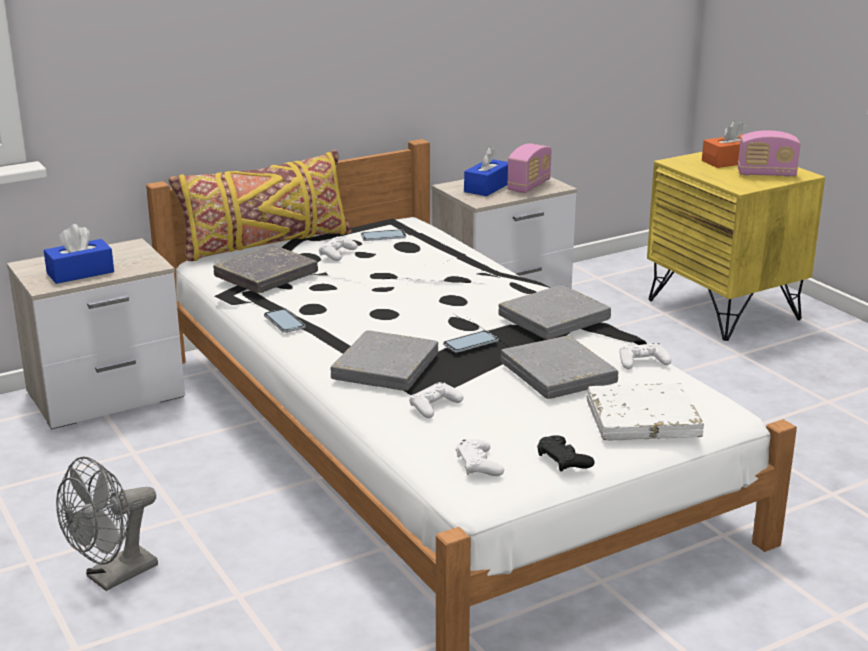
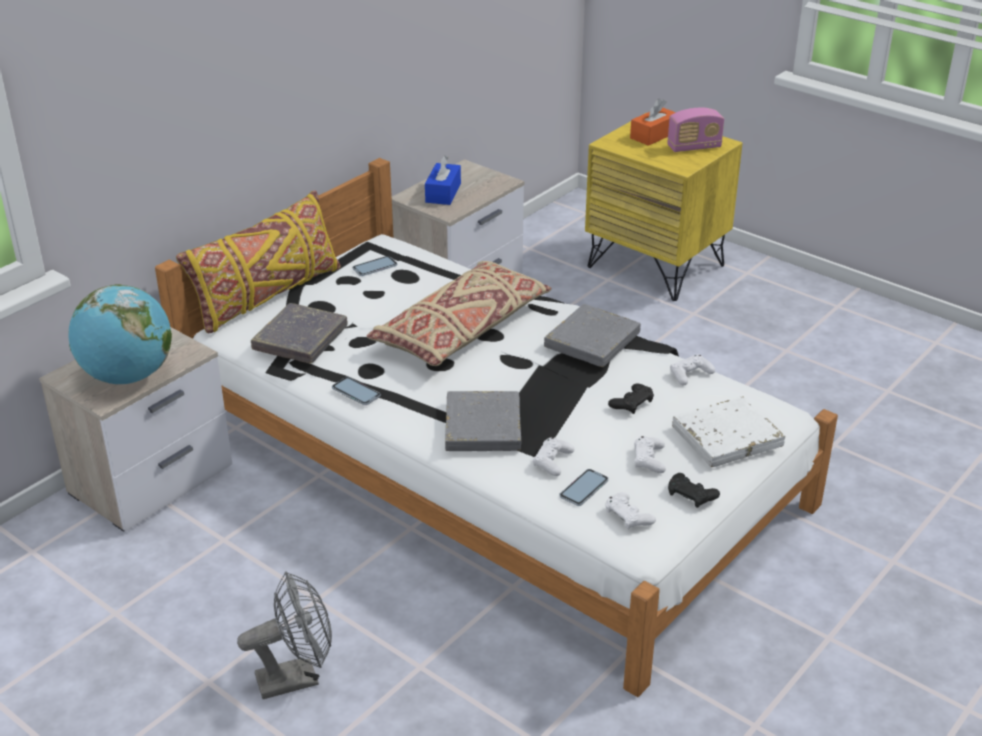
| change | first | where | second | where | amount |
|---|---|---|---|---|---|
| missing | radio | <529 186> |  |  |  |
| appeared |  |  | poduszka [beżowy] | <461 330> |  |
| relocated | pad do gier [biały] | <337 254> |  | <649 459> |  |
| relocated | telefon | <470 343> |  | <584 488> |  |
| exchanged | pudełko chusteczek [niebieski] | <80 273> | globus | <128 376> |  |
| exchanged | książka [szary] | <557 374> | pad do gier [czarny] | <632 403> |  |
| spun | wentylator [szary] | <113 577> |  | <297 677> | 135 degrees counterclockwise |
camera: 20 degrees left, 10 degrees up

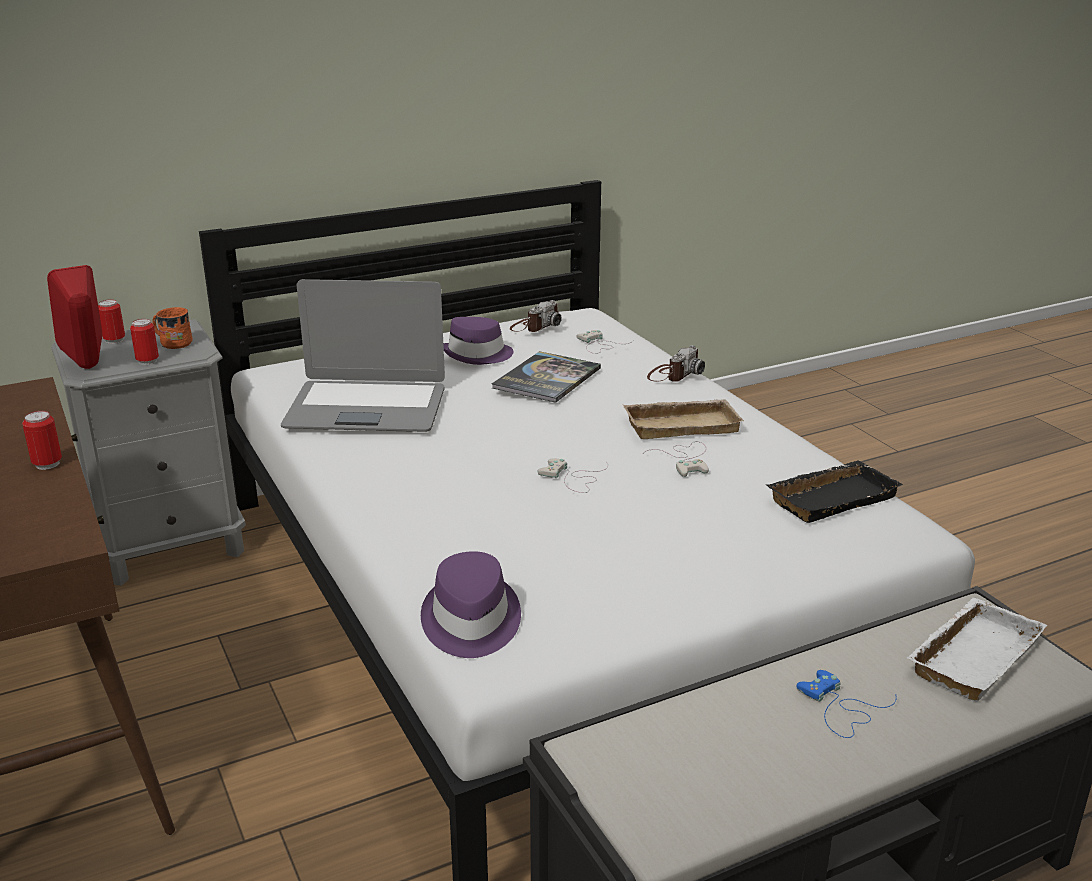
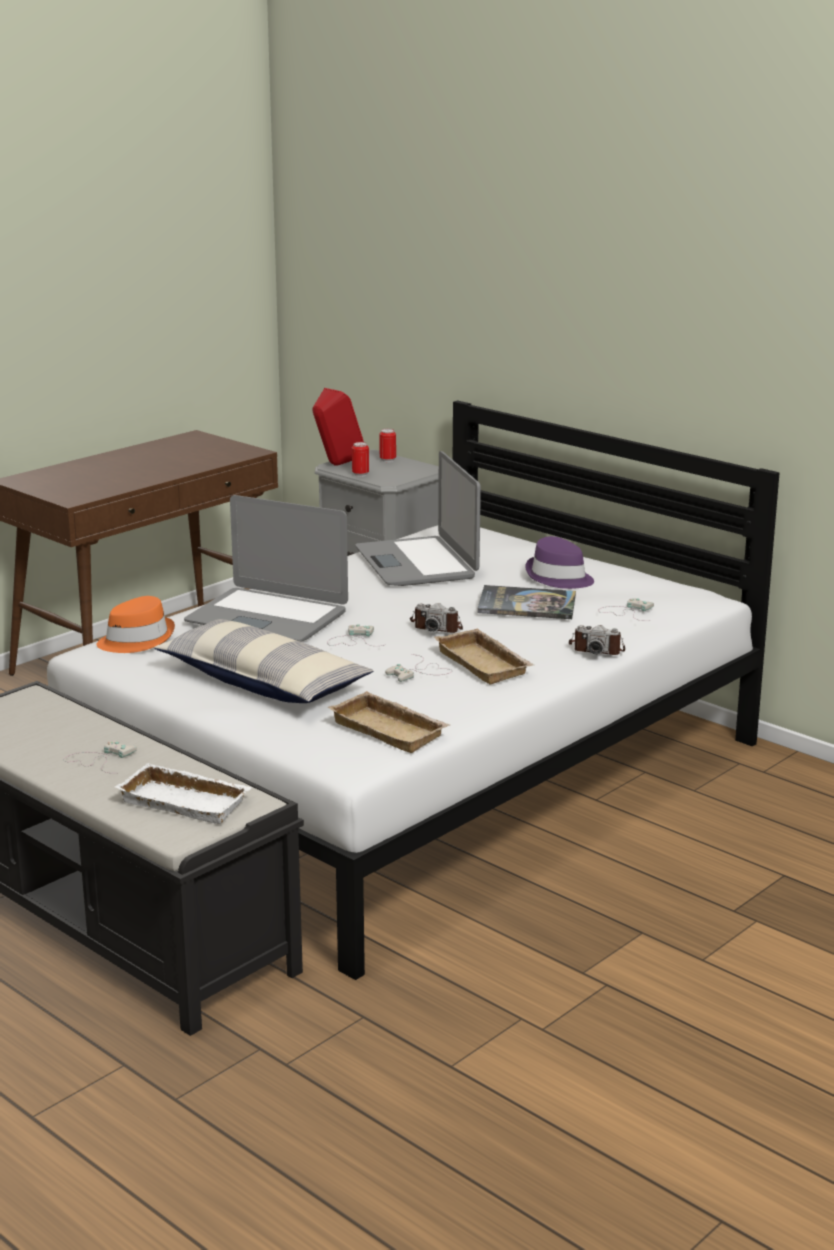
| change | first | where | second | where | amount |
|---|---|---|---|---|---|
| missing | puszka | <47 464> |  |  |  |
| missing | kubek [pomarańczowy] | <173 343> |  |  |  |
| appeared |  |  | poduszka | <263 682> |  |
| appeared |  |  | laptop | <267 617> |  |
| relocated | aparat fotograficzny | <535 326> |  | <437 627> |  |
| colour | kapelusz [fioletowy] | <470 621> | kapelusz [pomarańczowy] | <136 640> |  |
| colour | taca [czarny] | <831 497> | taca [beżowy] | <392 729> |  |
| colour | pad do gier [niebieski] | <841 708> | pad do gier [biały] | <100 760> |  |
camera: 70 degrees right, 5 degrees down

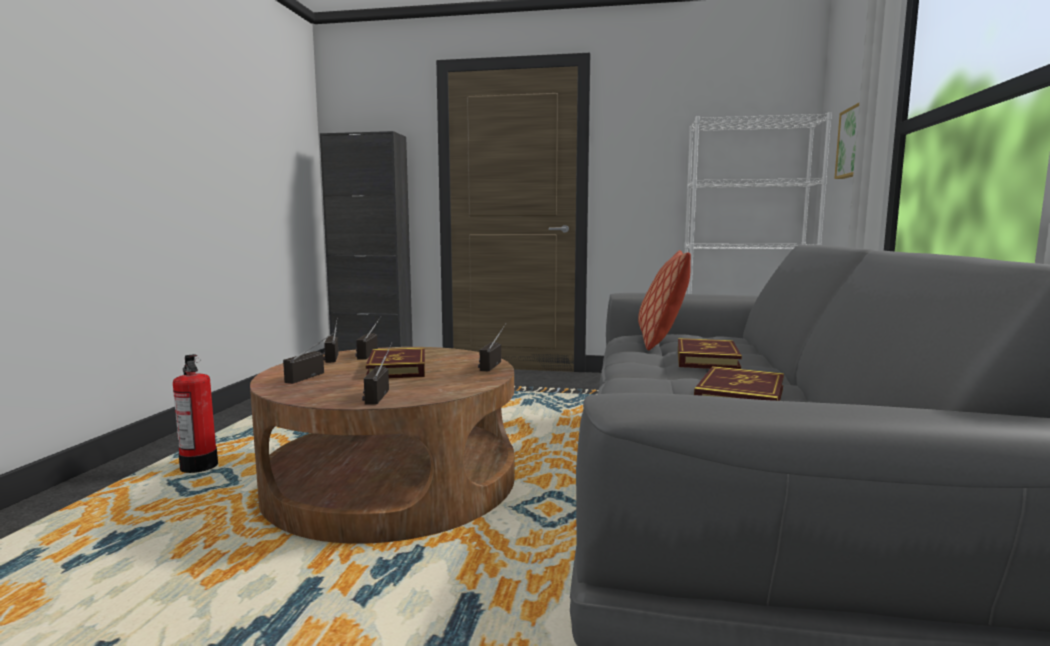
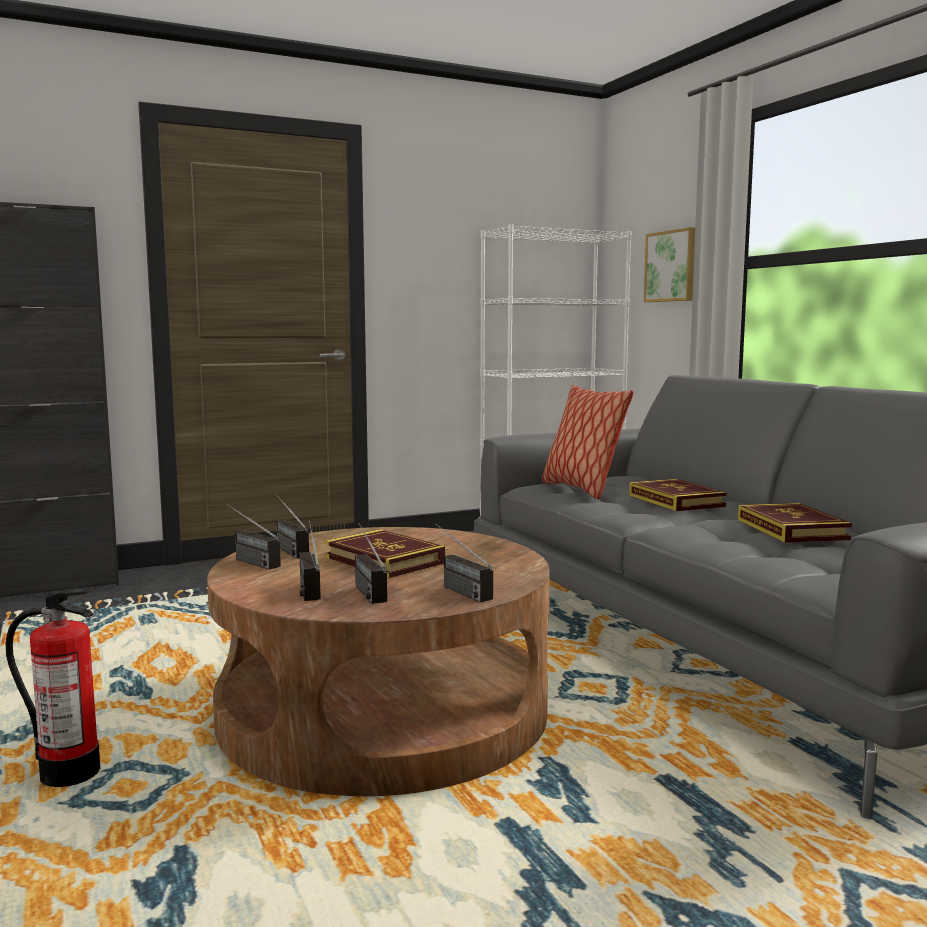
| change | first | where | second | where | amount |
|---|---|---|---|---|---|
| relocated | radio | <492 364> |  | <364 589> |  |
camera: 35 degrees left, 0 degrees up

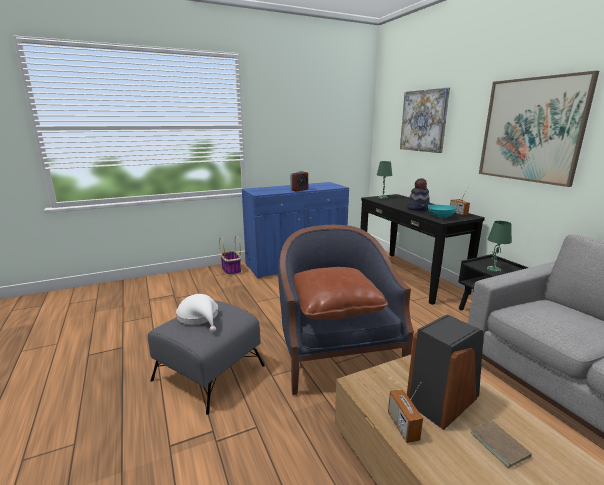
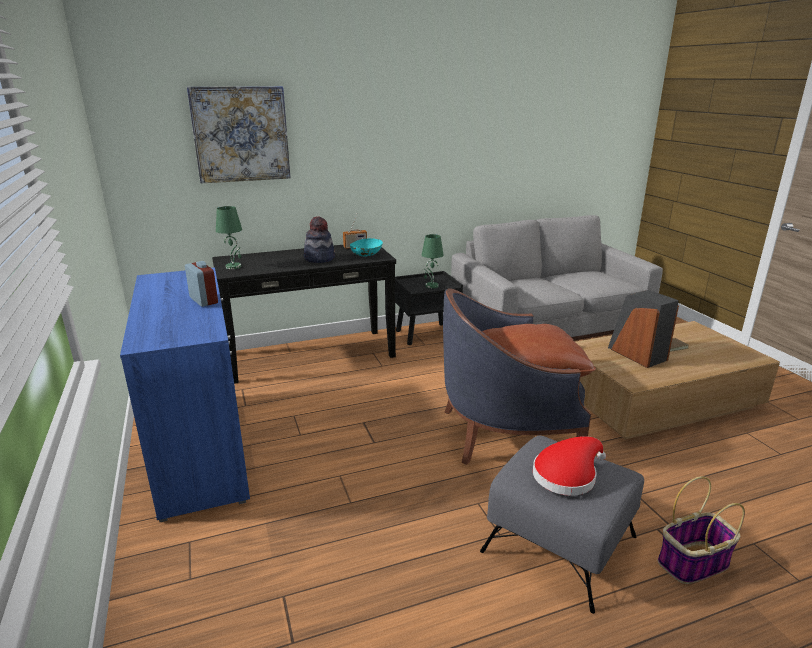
| change | first | where | second | where | amount |
|---|---|---|---|---|---|
| missing | radio | <403 426> |  |  |  |
| missing | obraz | <531 130> |  |  |  |
| relocated | koszyk | <231 269> |  | <692 563> |  |
| colour | kapelusz [biały] | <199 317> | kapelusz [czerwony] | <567 475> |  |
camera: 85 degrees left, 5 degrees up

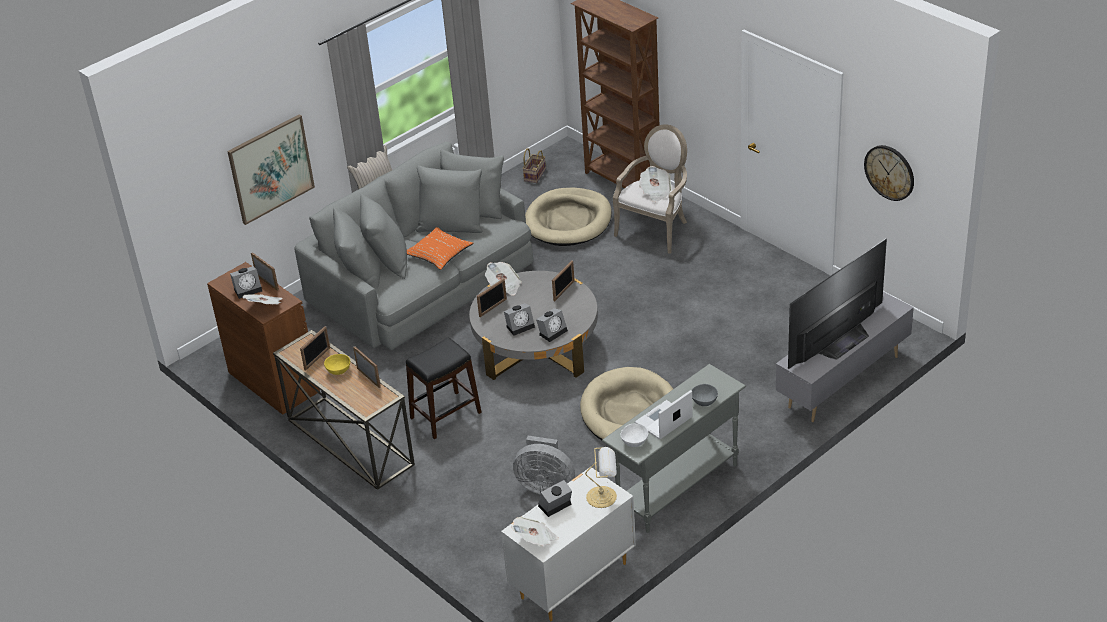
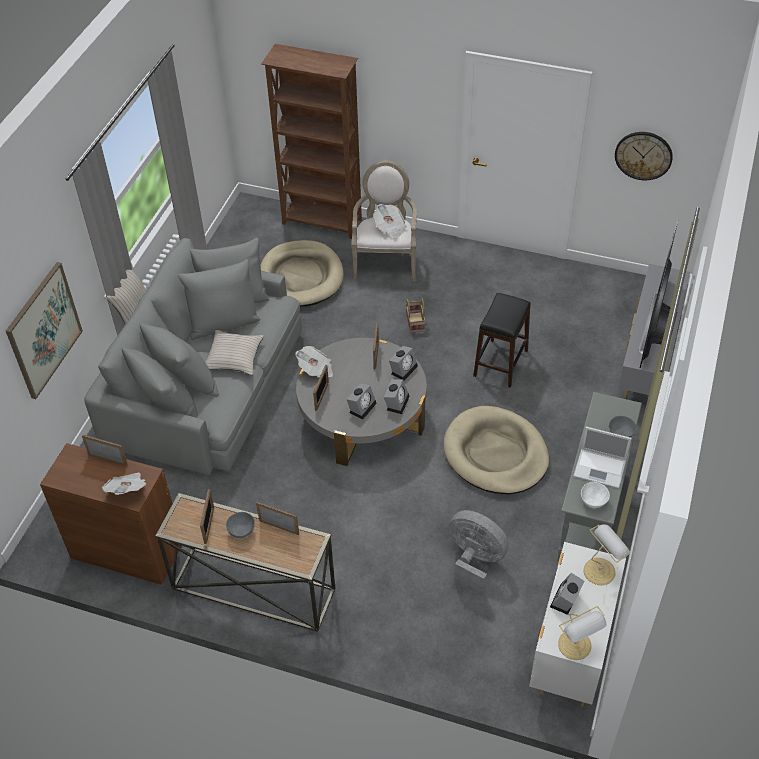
| change | first | where | second | where | amount |
|---|---|---|---|---|---|
| relocated | budzik | <248 289> |  | <403 368> |  |
| relocated | stołek [czarny] | <446 415> |  | <501 363> |  |
| relocated | koszyk | <534 174> |  | <414 322> |  |
| exchanged | gazeta | <536 540> | lampa stołowa | <576 646> |  |
| colour | miska [żółty] | <338 371> | miska [szary] | <241 531> |  |
| colour | poduszka [pomarańczowy] | <439 254> | poduszka [beżowy] | <234 357> |  |
| spun | wentylator [szary] | <545 486> |  | <475 561> | 135 degrees counterclockwise |
| spun | laptop | <663 421> |  | <601 468> | 90 degrees counterclockwise |
camera: 30 degrees left, 10 degrees up

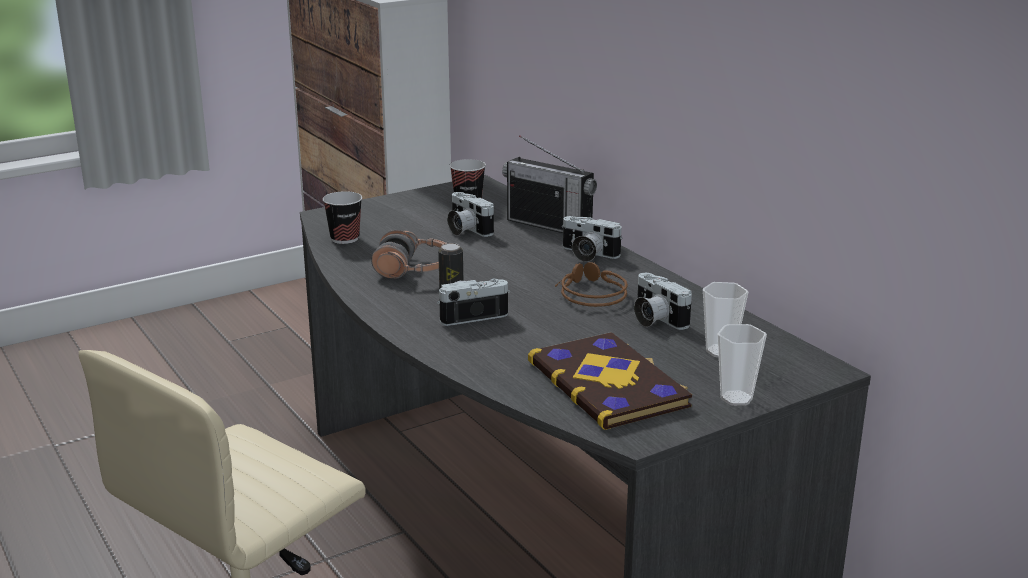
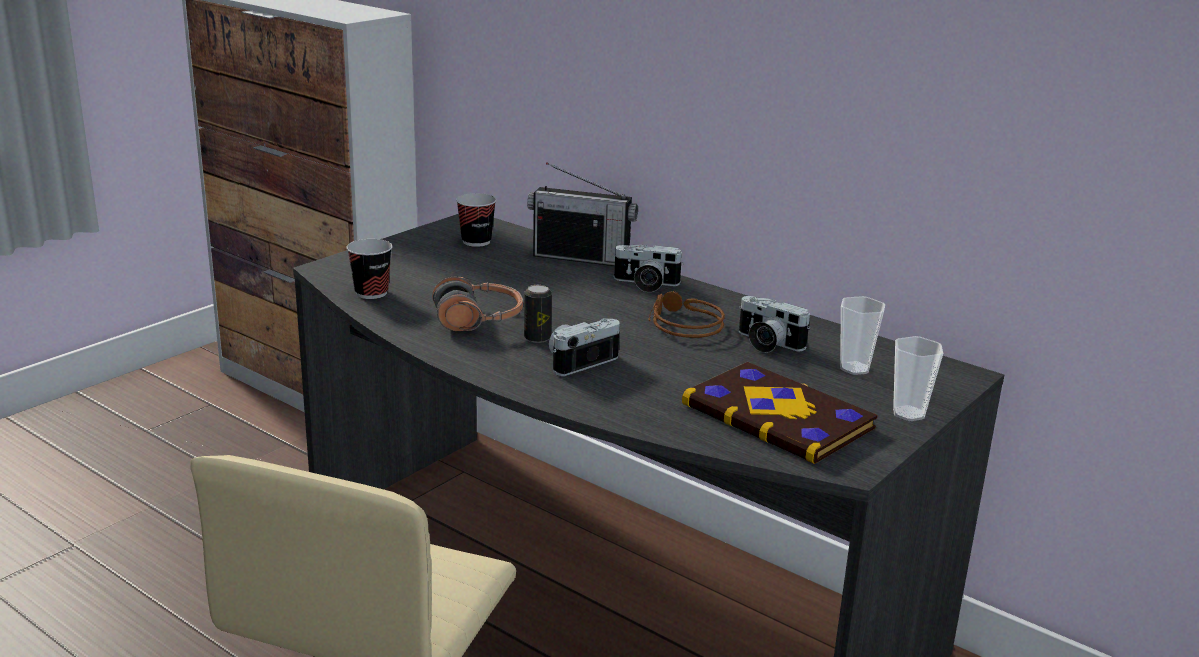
| change | first | where | second | where | amount |
|---|---|---|---|---|---|
| missing | aparat fotograficzny | <466 230> |  |  |  |
camera: 20 degrees left, 0 degrees up

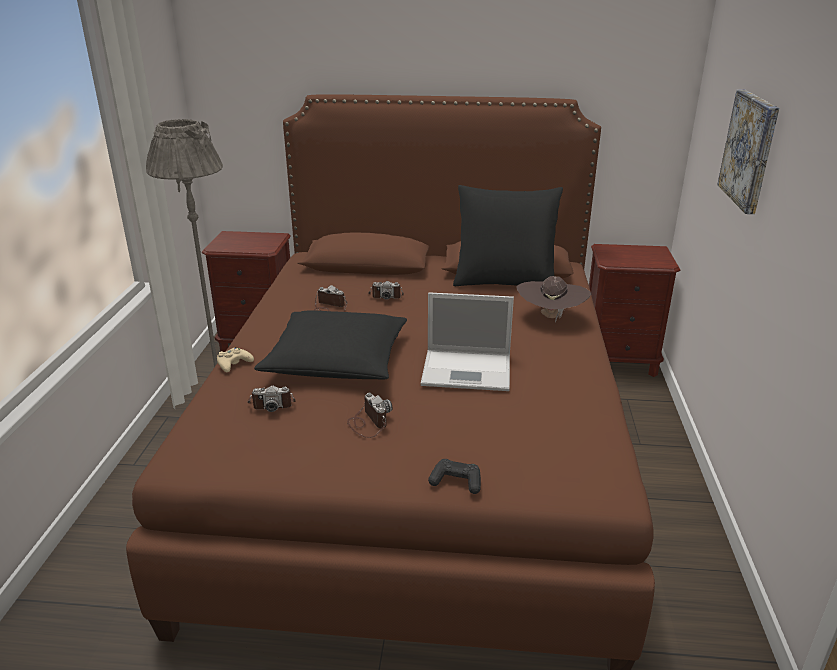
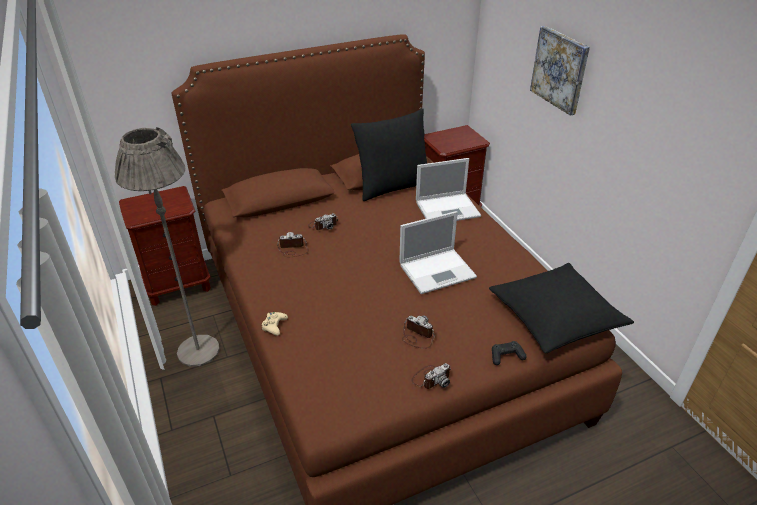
| change | first | where | second | where | amount |
|---|---|---|---|---|---|
| relocated | aparat fotograficzny | <272 403> |  | <431 378> |  |
| relocated | poduszka [czarny] | <336 360> |  | <555 316> |  |
| exchanged | kapelusz [brązowy] | <550 317> | laptop | <448 209> |  |
camera: 30 degrees left, 10 degrees up

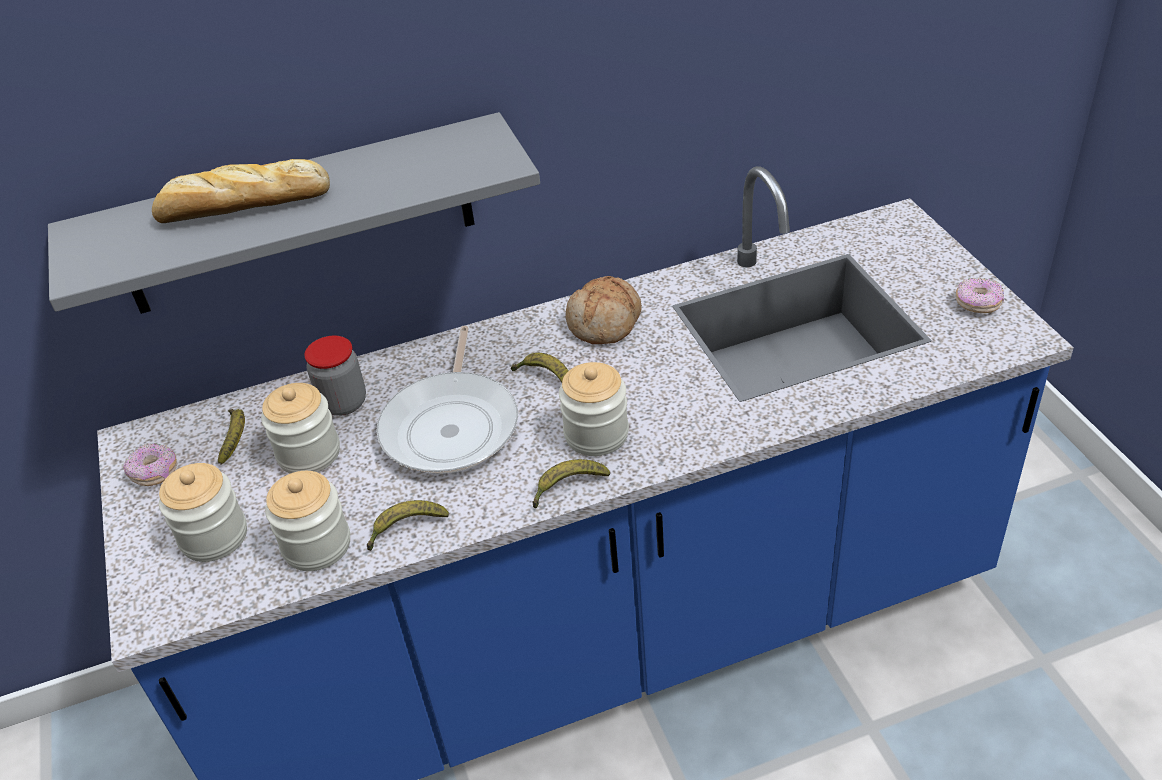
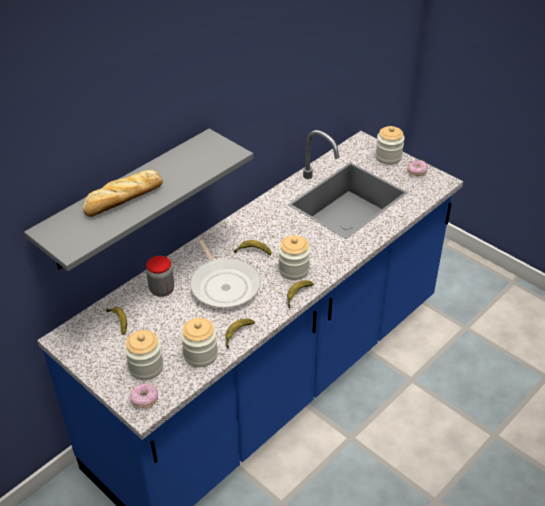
| change | first | where | second | where | amount |
|---|---|---|---|---|---|
| missing | chleb | <606 323> |  |  |  |
| relocated | donut | <155 473> |  | <144 399> |  |
| relocated | słoik | <309 453> |  | <388 157> |  |
camera: 30 degrees left, 0 degrees up

